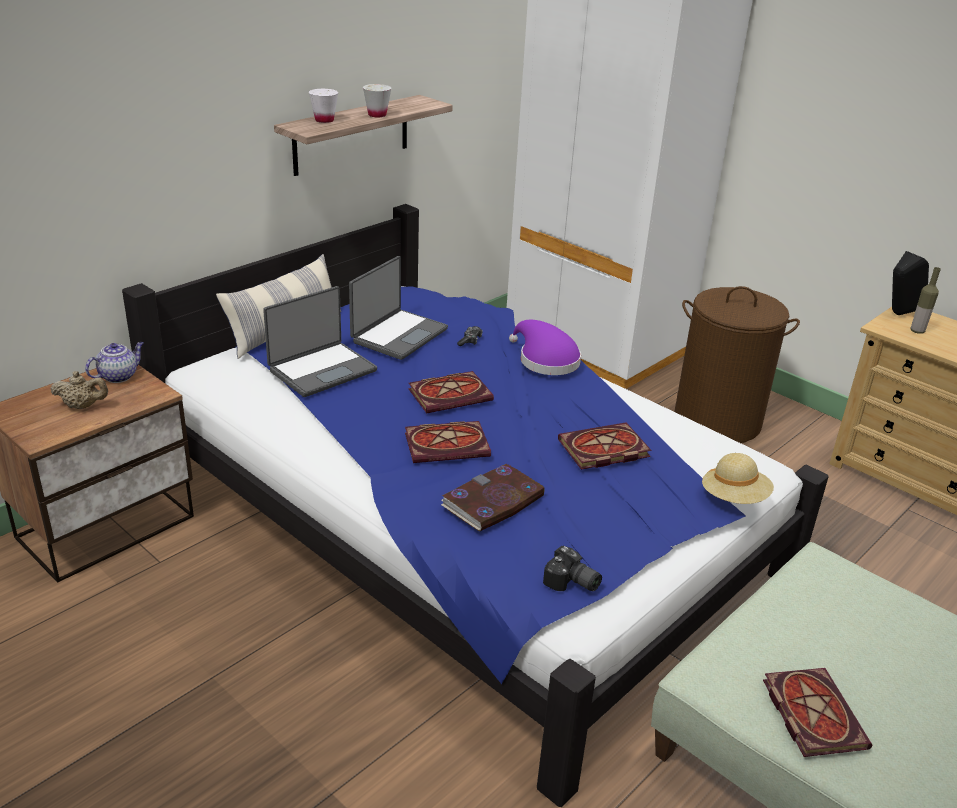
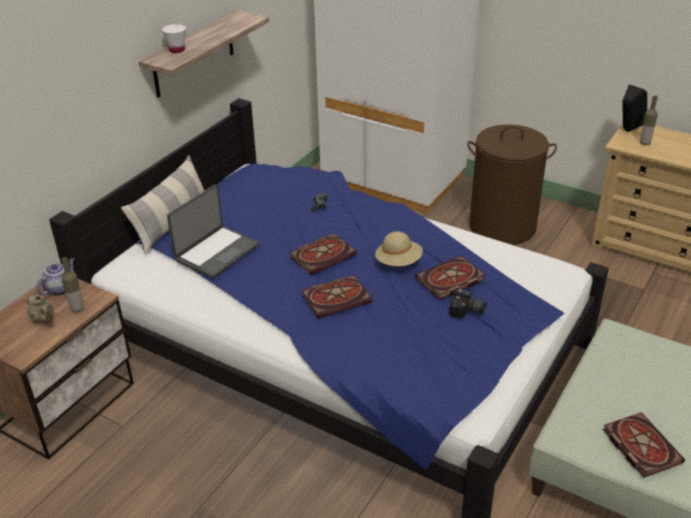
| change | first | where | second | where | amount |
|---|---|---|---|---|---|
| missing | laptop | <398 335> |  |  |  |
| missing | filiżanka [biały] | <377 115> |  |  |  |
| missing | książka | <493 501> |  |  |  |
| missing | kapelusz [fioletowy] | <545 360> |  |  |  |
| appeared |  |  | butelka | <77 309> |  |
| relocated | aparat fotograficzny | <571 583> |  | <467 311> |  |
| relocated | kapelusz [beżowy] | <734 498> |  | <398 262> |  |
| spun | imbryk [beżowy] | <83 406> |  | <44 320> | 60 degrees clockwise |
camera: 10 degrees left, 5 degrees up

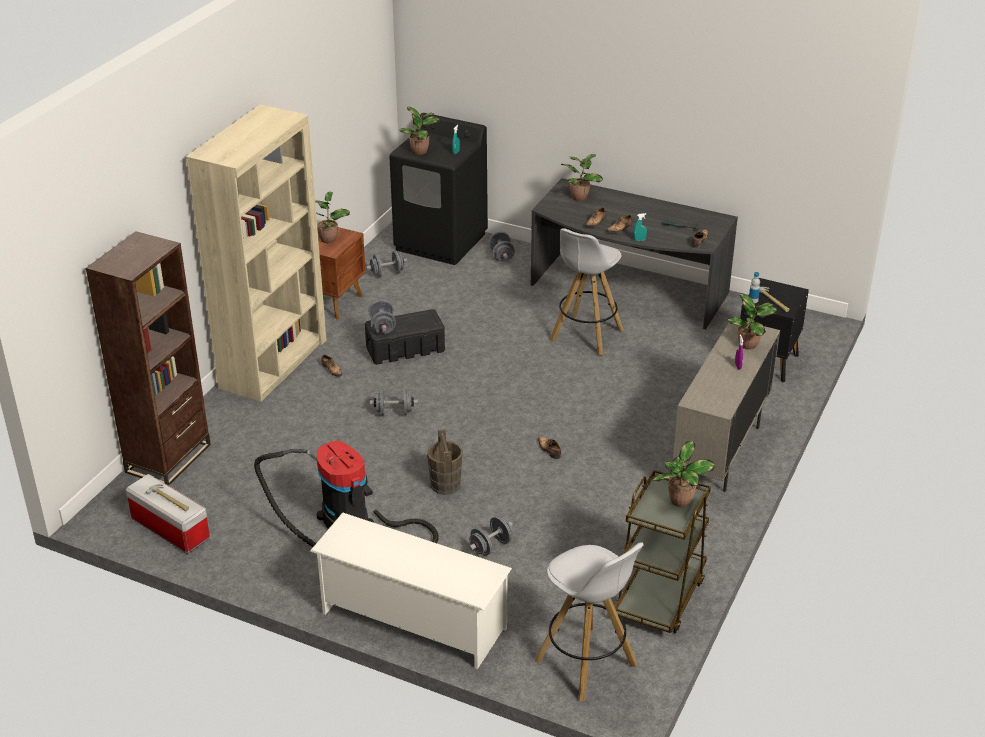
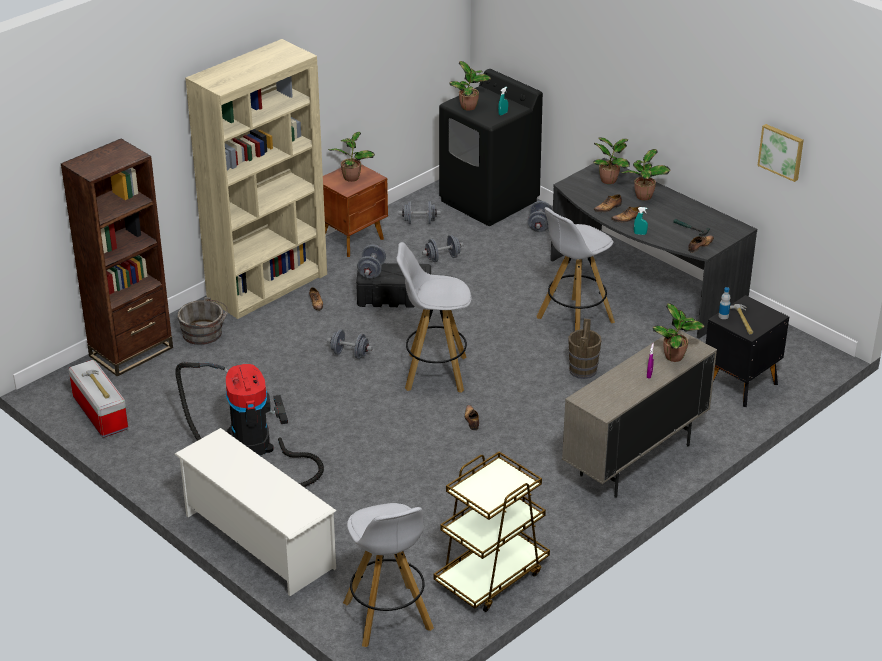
| change | first | where | second | where | amount |
|---|---|---|---|---|---|
| appeared |  |  | wiadro [szary] | <204 333> |  |
| appeared |  |  | stołek [biały] | <434 373> |  |
| appeared |  |  | obraz | <781 151> |  |
| relocated | wiadro [brązowy] | <445 484> |  | <583 370> |  |
| relocated | hantel [szary] | <491 546> |  | <442 258> |  |
| relocated | roślina doniczkowa | <680 502> |  | <643 197> |  |
camera: 20 degrees right, 0 degrees up

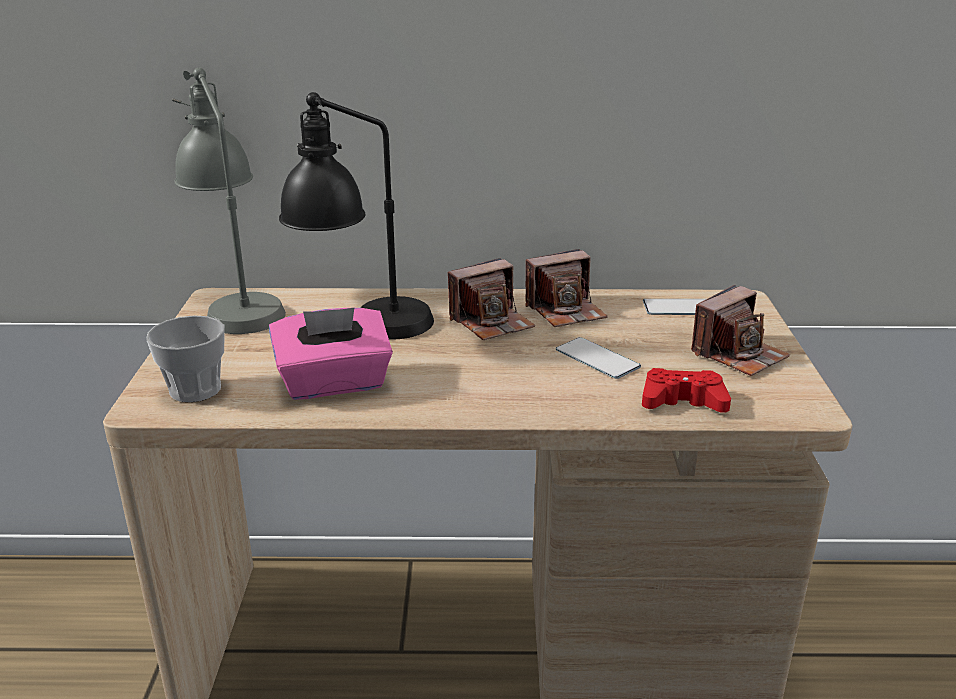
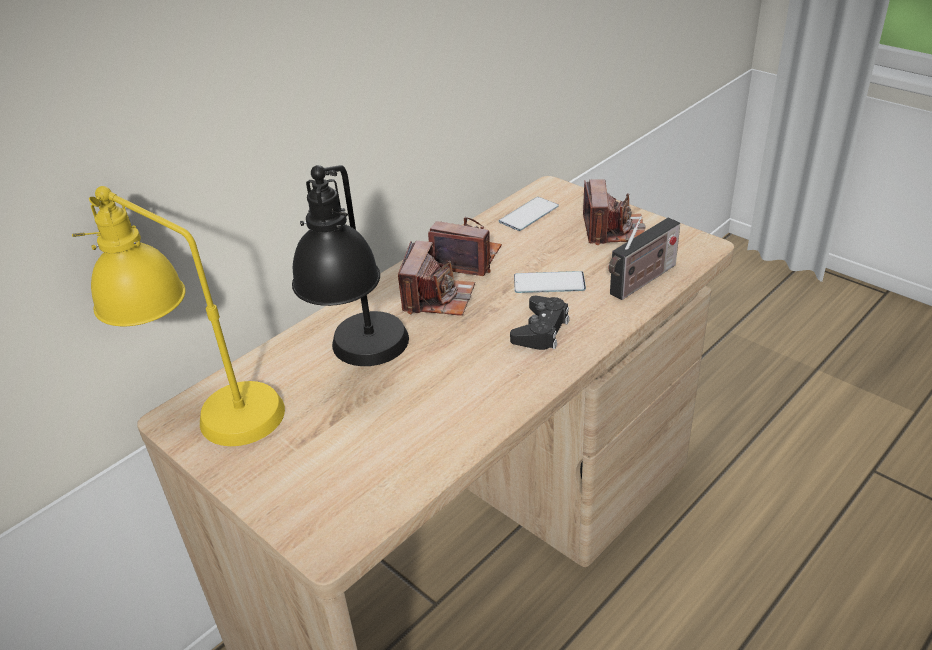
| change | first | where | second | where | amount |
|---|---|---|---|---|---|
| missing | filiżanka | <195 389> |  |  |  |
| missing | pudełko chusteczek [różowy] | <334 383> |  |  |  |
| appeared |  |  | pad do gier [czarny] | <541 330> |  |
| exchanged | pad do gier [czerwony] | <682 401> | radio | <641 282> |  |
| colour | lampa stołowa [szary] | <236 304> | lampa stołowa [żółty] | <208 411> |  |
| spun | aparat fotograficzny | <565 311> |  | <467 259> | 90 degrees counterclockwise |
camera: 45 degrees left, 10 degrees up

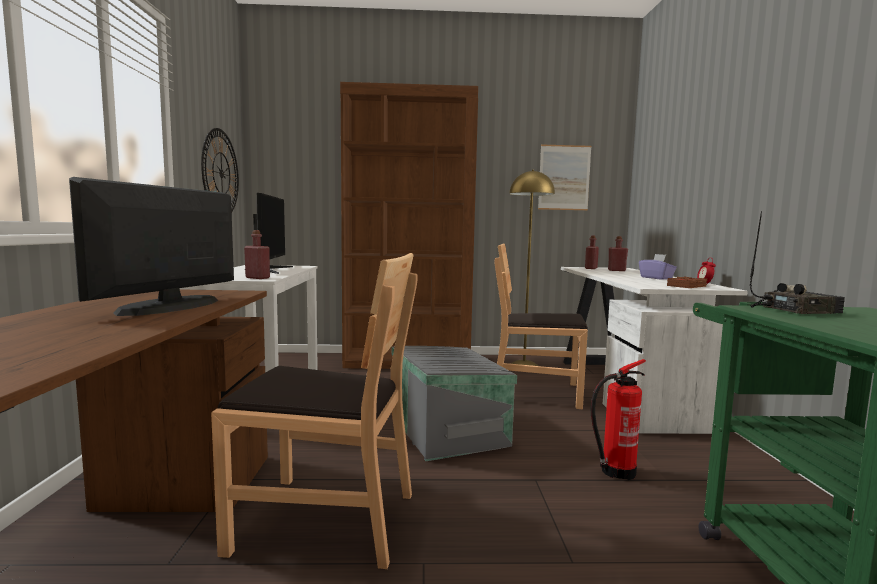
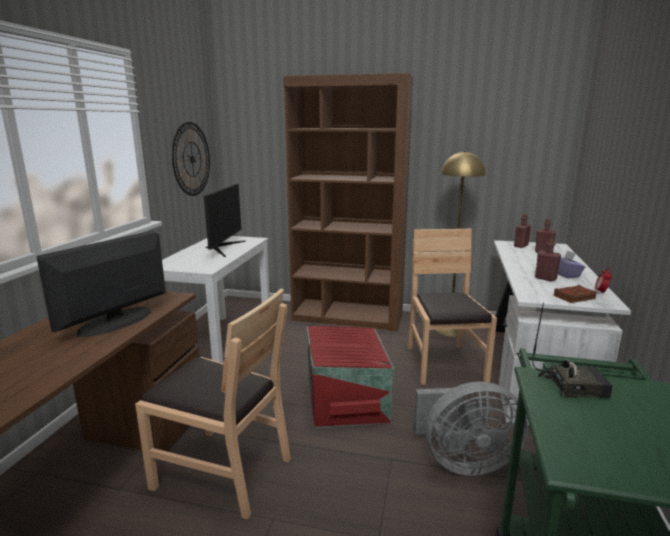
| change | first | where | second | where | amount |
|---|---|---|---|---|---|
| missing | obraz | <564 177> |  |  |  |
| relocated | butelka [czerwony] | <257 278> |  | <545 278> |  |
| exchanged | gaśnica | <615 472> | wentylator [szary] | <463 461> |  |
| colour | pojemnik do przechowywania [szary] | <449 430> | pojemnik do przechowywania [czerwony] | <347 399> |  |
| spun | krzesło [brązowy] | <536 392> |  | <444 364> | 60 degrees clockwise |
camera: 15 degrees right, 10 degrees up

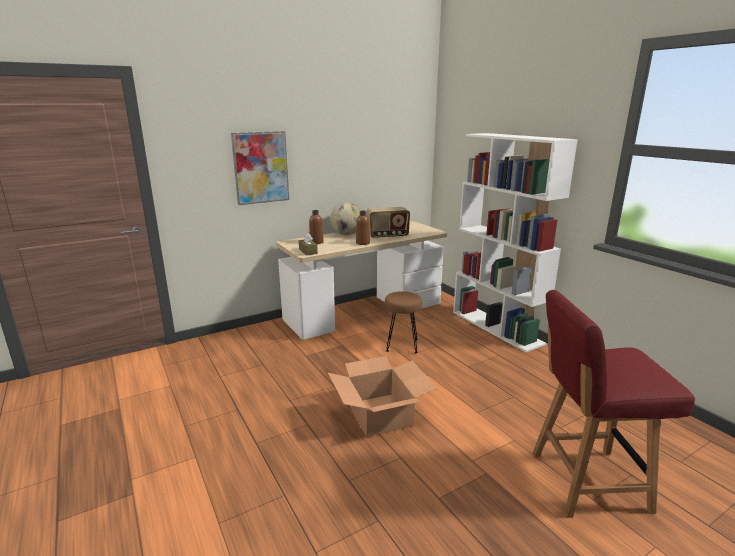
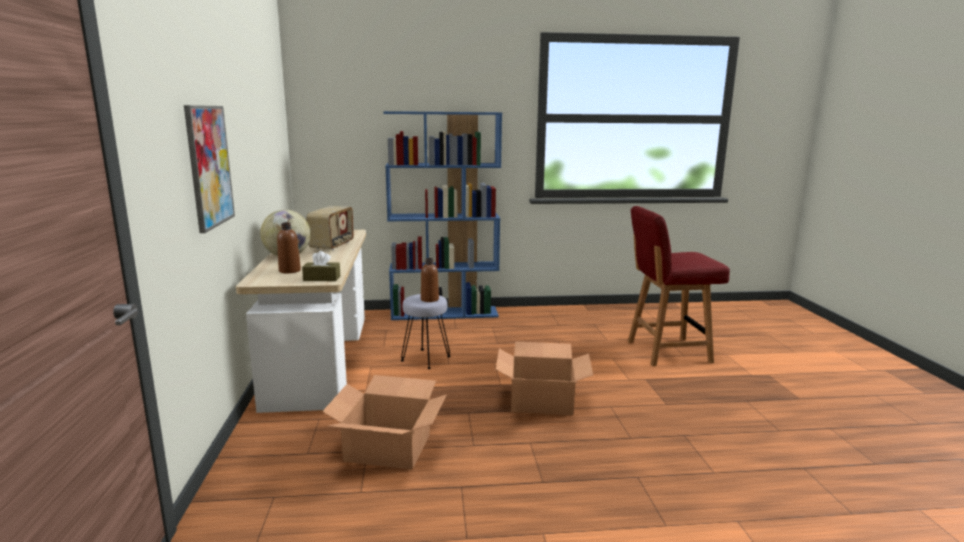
| change | first | where | second | where | amount |
|---|---|---|---|---|---|
| appeared |  |  | karton | <388 447> |  |
| relocated | butelka [brązowy] | <362 243> |  | <429 299> |  |
| colour | stołek [brązowy] | <402 345> | stołek [szary] | <426 359> |  |
| colour | regał [biały] | <497 327> | regał [niebieski] | <445 313> |  |
| spun | krzesło [czerwony] | <585 481> |  | <666 351> | 60 degrees clockwise |
camera: 65 degrees left, 5 degrees down

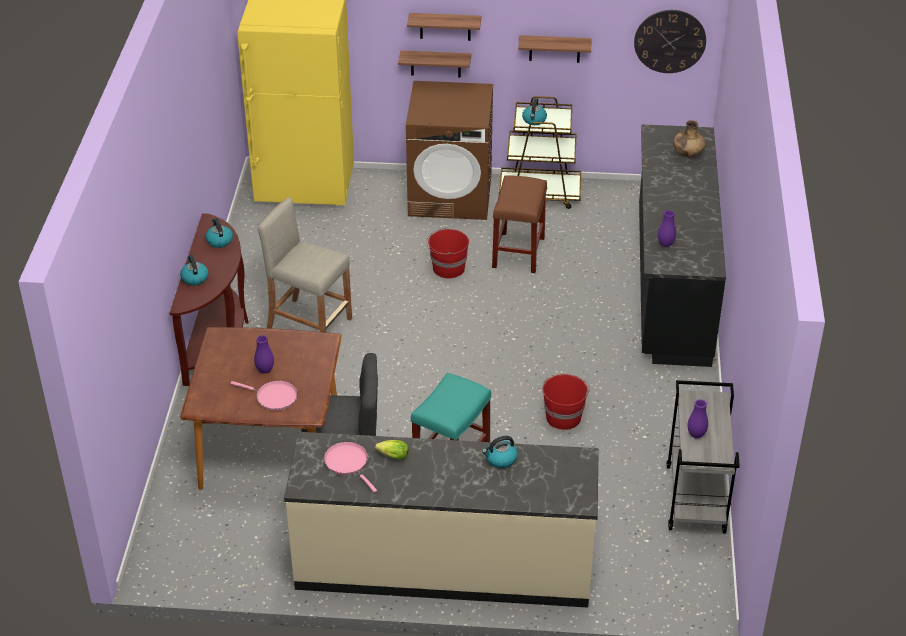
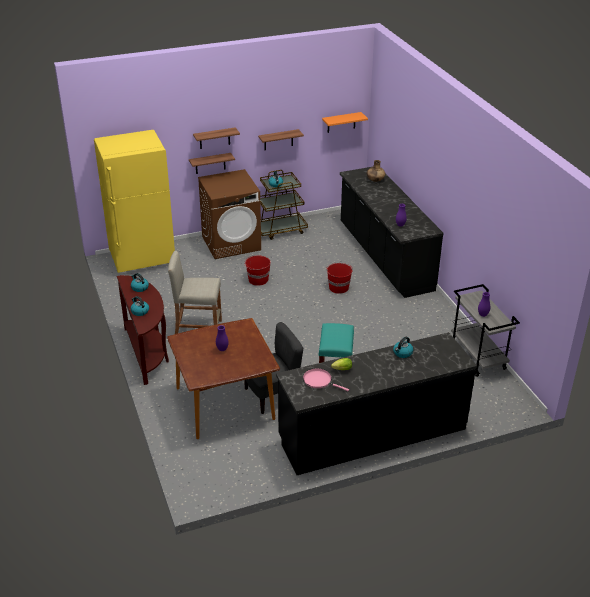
| change | first | where | second | where | amount |
|---|---|---|---|---|---|
| missing | patelnia [różowy] | <274 397> |  |  |  |
| missing | stołek [brązowy] | <518 253> |  |  |  |
| relocated | wiadro [czerwony] | <563 417> |  | <338 287> |  |
| exchanged | zegar ścienny | <670 41> | półka [pomarańczowy] | <341 122> |  |
| colour | zabudowa kuchenna [beżowy] | <444 565> | zabudowa kuchenna [czarny] | <372 433> |  |
camera: 25 degrees left, 5 degrees down

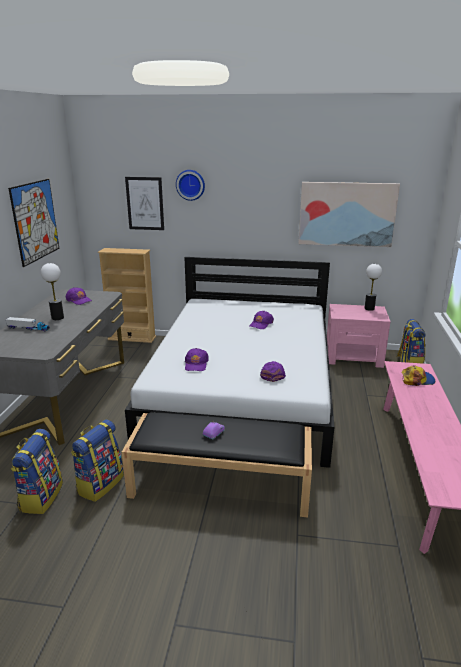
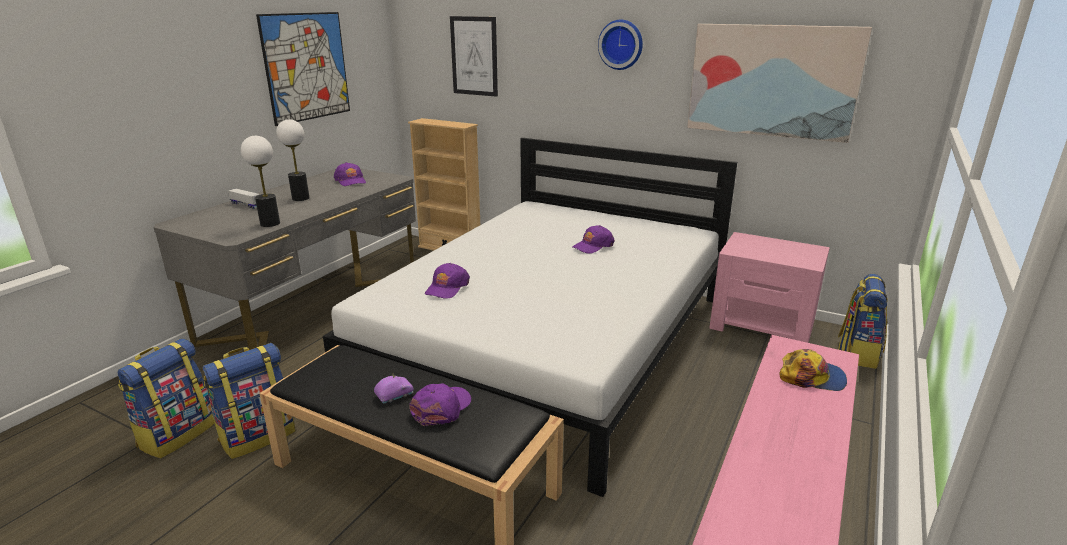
| change | first | where | second | where | amount |
|---|---|---|---|---|---|
| relocated | zegar ścienny | <190 184> |  | <621 44> |  |
| relocated | czapka z daszkiem [fioletowy] | <273 374> |  | <441 408> |  |
| relocated | lampa stołowa | <369 308> |  | <270 223> |  |
camera: 20 degrees right, 0 degrees up

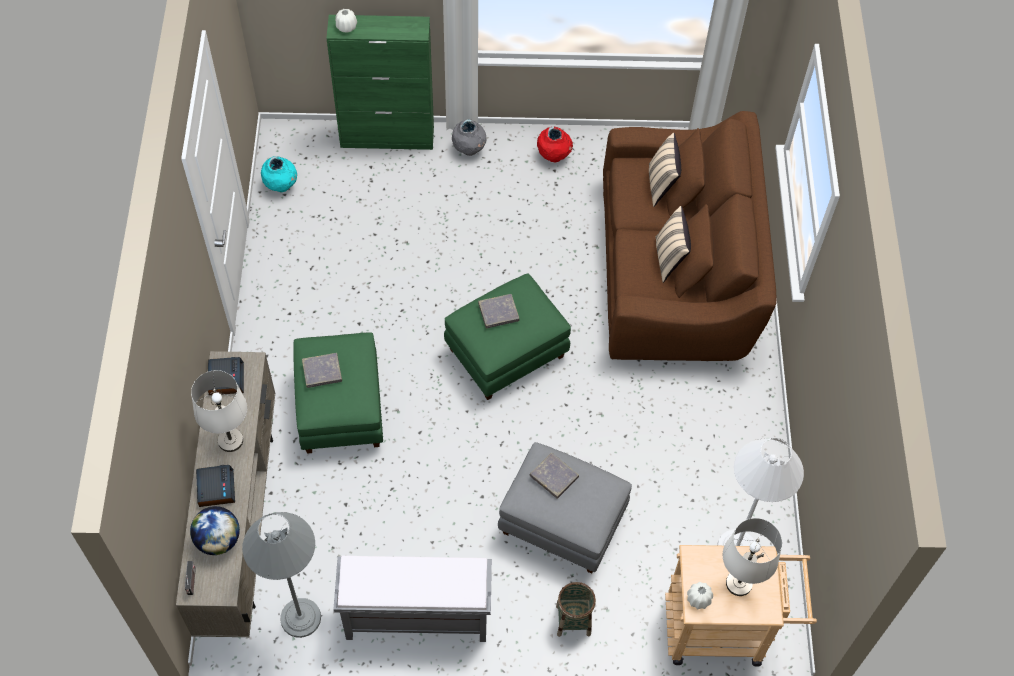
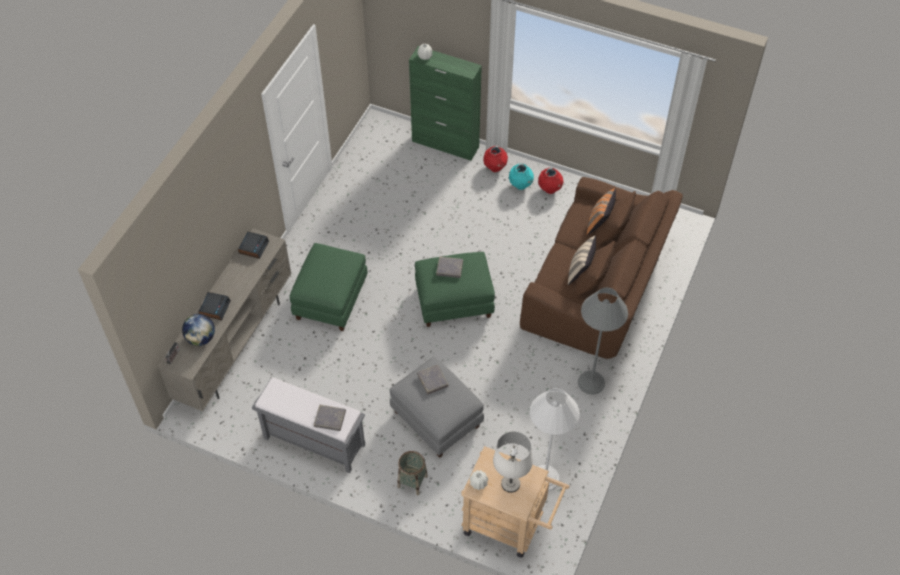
| change | first | where | second | where | amount |
|---|---|---|---|---|---|
| missing | lampa stołowa [biały] | <230 440> |  |  |  |
| relocated | lampa stojąca [szary] | <301 618> |  | <591 382> |  |
| relocated | wazon [turkusowy] | <281 186> |  | <520 185> |  |
| relocated | książka [szary] | <322 372> |  | <330 419> |  |
| colour | wazon [szary] | <469 150> | wazon [czerwony] | <495 168> |  |
| colour | poduszka [beżowy] | <661 185> | poduszka [pomarańczowy] | <599 223> |  |
camera: 25 degrees right, 5 degrees down

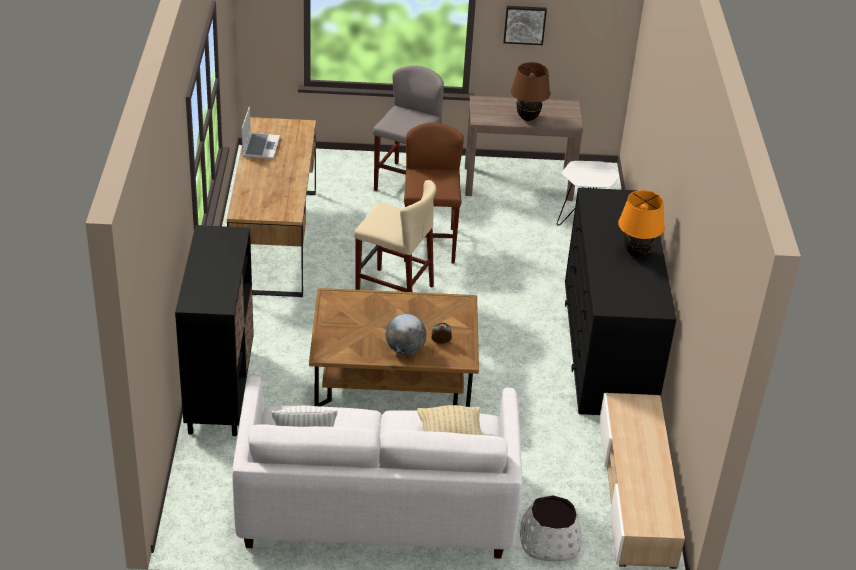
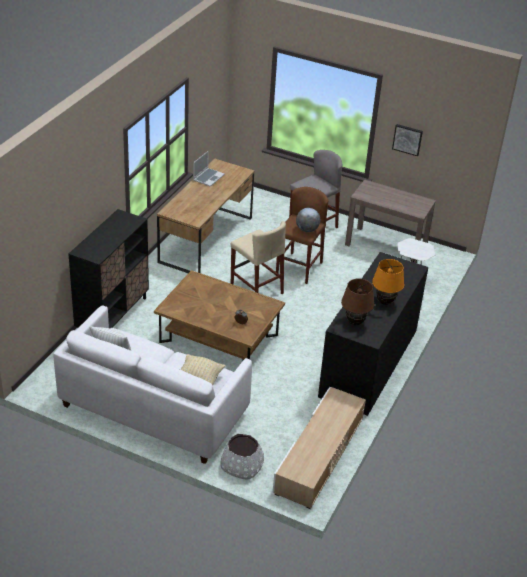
| change | first | where | second | where | amount |
|---|---|---|---|---|---|
| relocated | globus | <405 350> |  | <307 230> |  |
| relocated | lampa stołowa [brązowy] | <527 118> |  | <355 322> |  |
camera: 25 degrees right, 0 degrees up

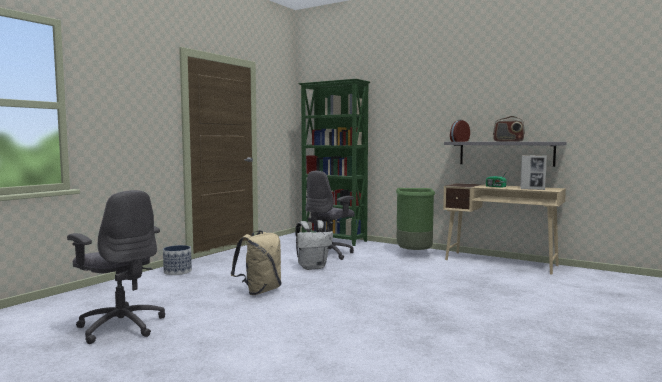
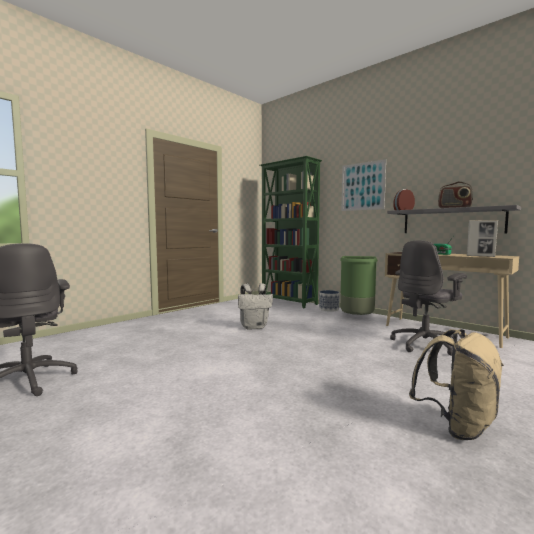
| change | first | where | second | where | amount |
|---|---|---|---|---|---|
| appeared |  |  | obraz | <362 186> |  |
| relocated | donica | <177 271> |  | <329 309> |  |
| relocated | plecak [beżowy] | <260 291> |  | <457 426> |  |
| relocated | krzesło biurowe [szary] | <328 254> |  | <425 345> |  |
camera: 10 degrees right, 0 degrees up

